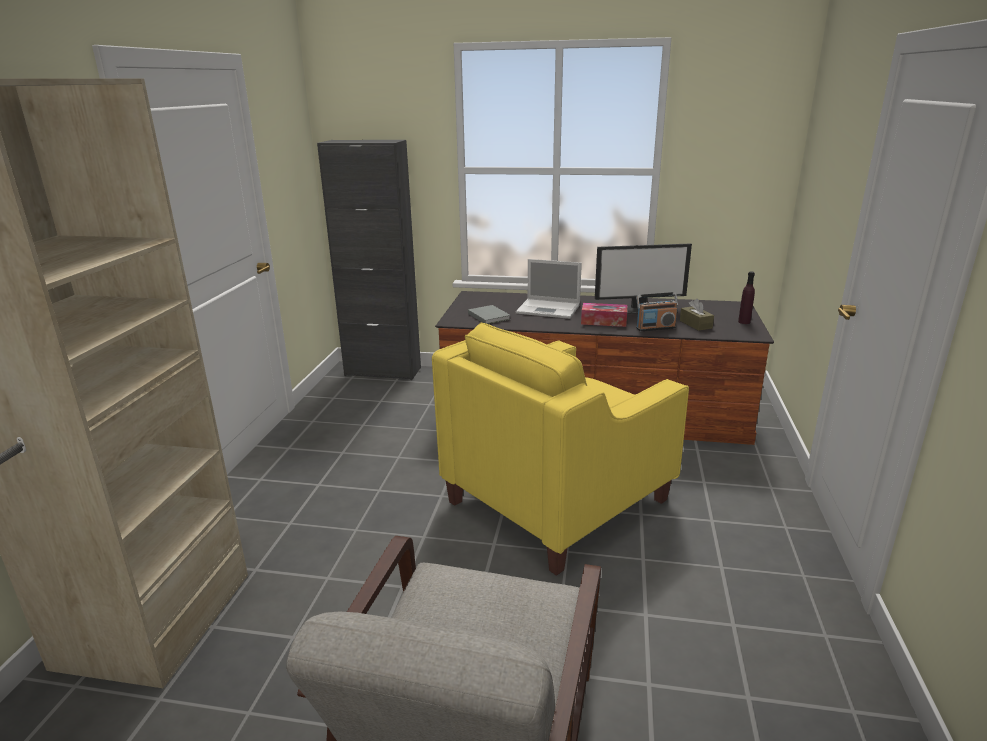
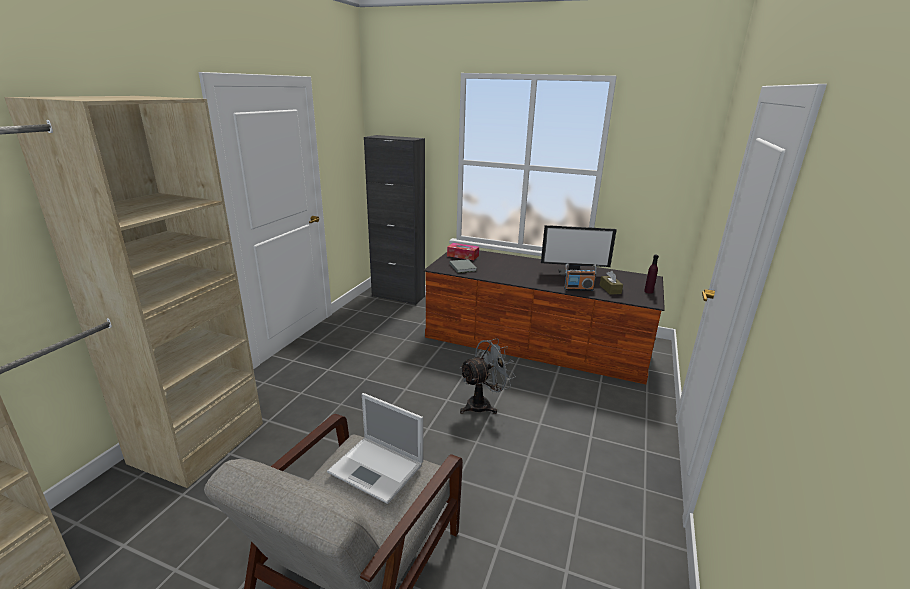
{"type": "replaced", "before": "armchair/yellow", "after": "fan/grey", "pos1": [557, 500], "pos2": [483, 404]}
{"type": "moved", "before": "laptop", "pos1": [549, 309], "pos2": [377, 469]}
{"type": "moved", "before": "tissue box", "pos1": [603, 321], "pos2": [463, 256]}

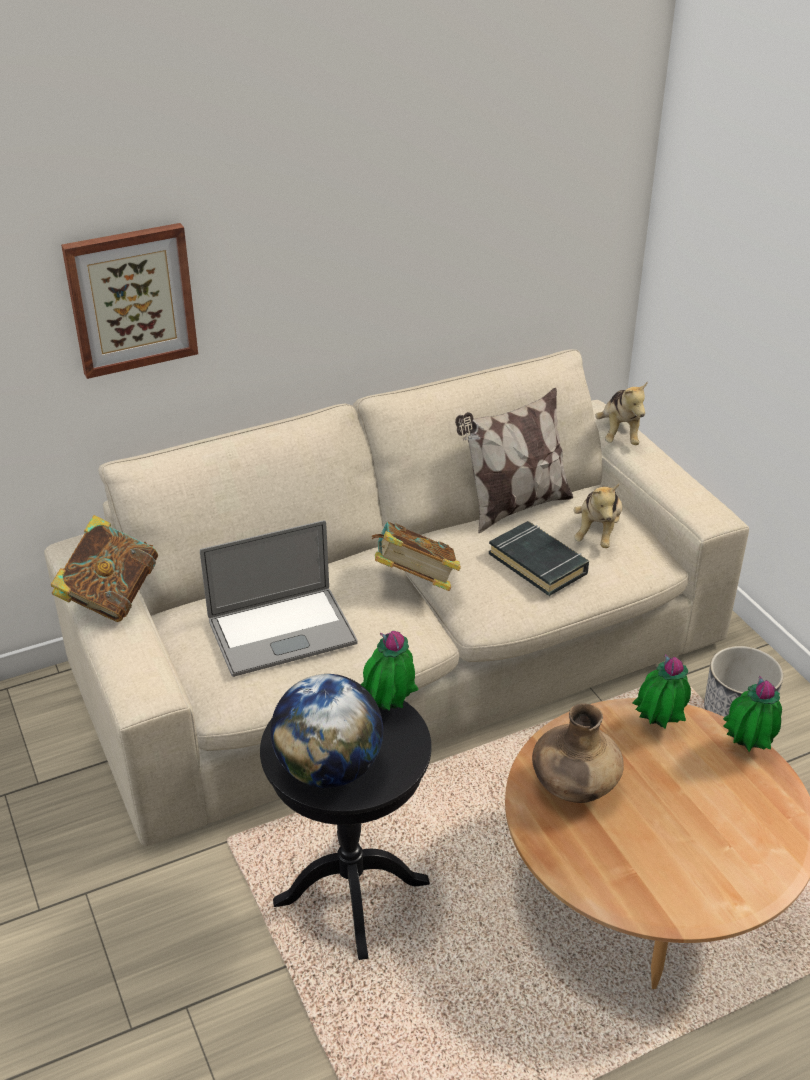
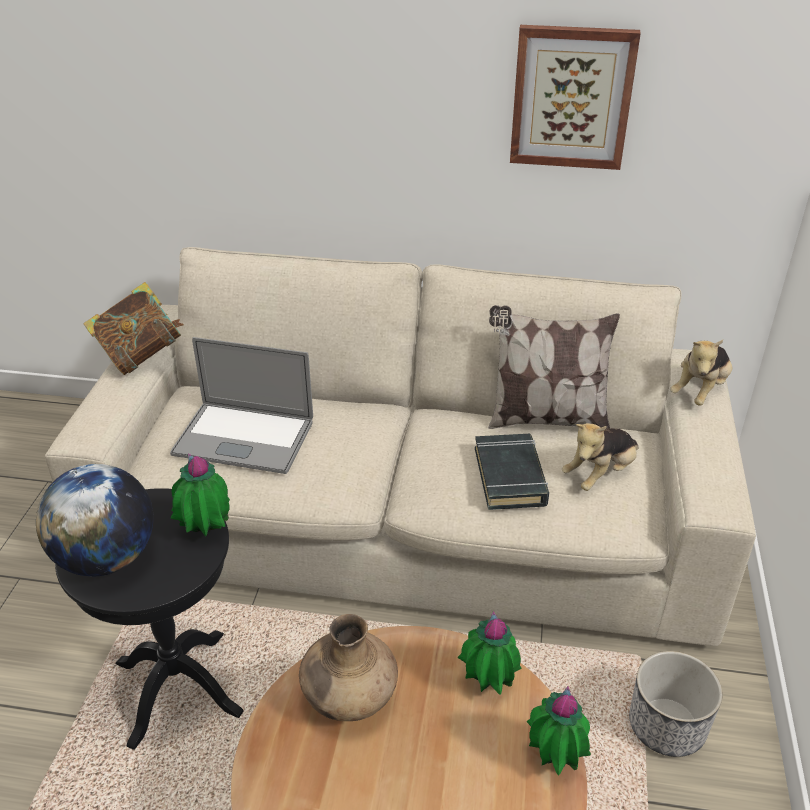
{"type": "moved", "before": "picture", "pos1": [131, 299], "pos2": [571, 97]}
{"type": "removed", "before": "book", "pos1": [415, 582]}

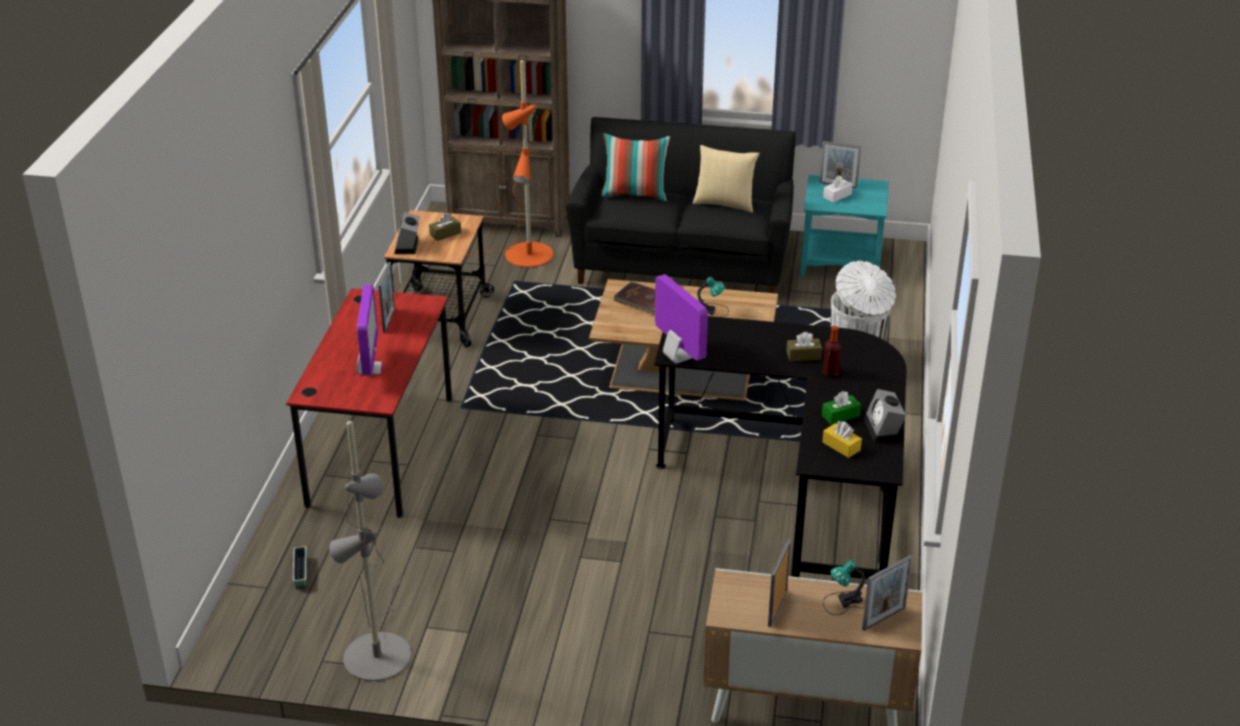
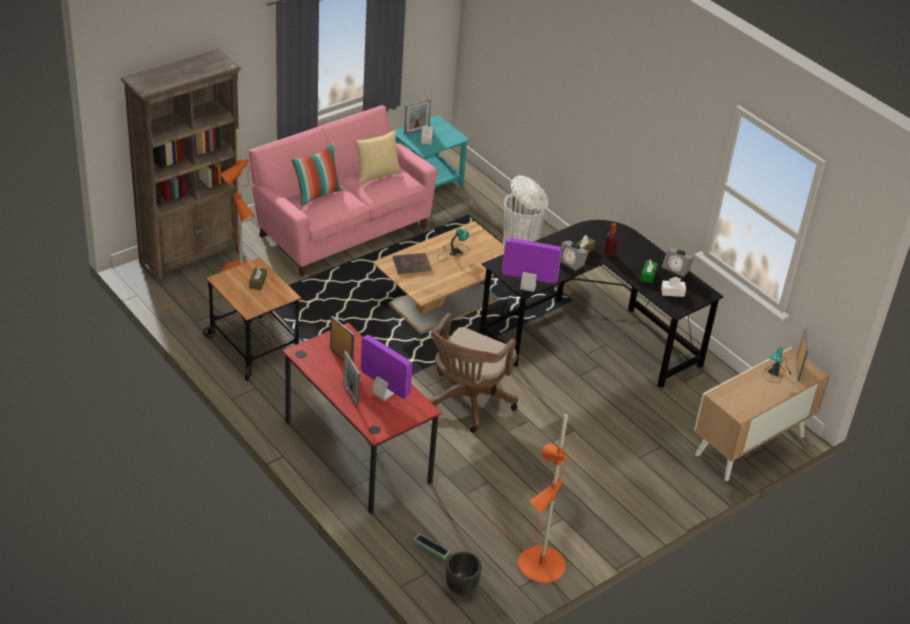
{"type": "recoloured", "before": "floor lamp/grey", "after": "floor lamp/orange", "pos1": [380, 645], "pos2": [533, 557]}
{"type": "moved", "before": "alarm clock", "pos1": [408, 246], "pos2": [571, 265]}
{"type": "recoloured", "before": "sofa/black", "after": "sofa/pink", "pos1": [682, 264], "pos2": [342, 230]}
{"type": "moved", "before": "picture frame", "pos1": [777, 608], "pos2": [350, 395]}
{"type": "recoloured", "before": "tissue box/yellow", "after": "tissue box/white", "pos1": [841, 446], "pos2": [672, 292]}
{"type": "added", "after": "office chair/brown", "pos2": [467, 403]}
{"type": "added", "after": "planter/black", "pos2": [461, 587]}

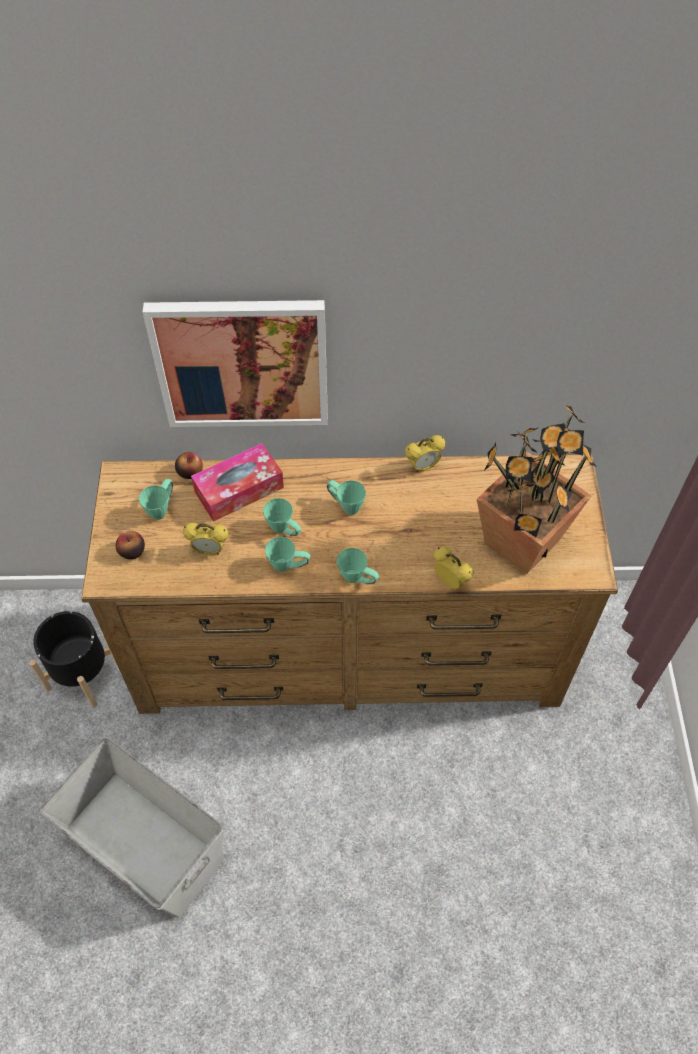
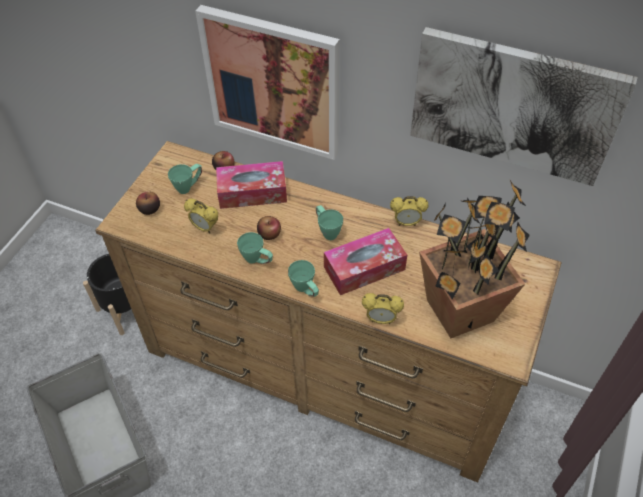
{"type": "replaced", "before": "mug/green", "after": "apple", "pos1": [284, 530], "pos2": [269, 233]}
{"type": "turned", "before": "alarm clock", "pos1": [450, 581], "pos2": [381, 320], "turn": 120}
{"type": "added", "after": "tissue box", "pos2": [364, 268]}
{"type": "added", "after": "picture", "pos2": [513, 105]}

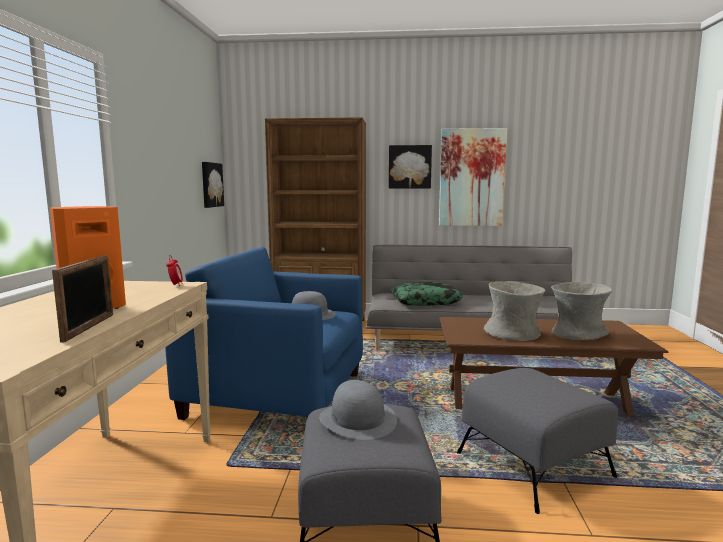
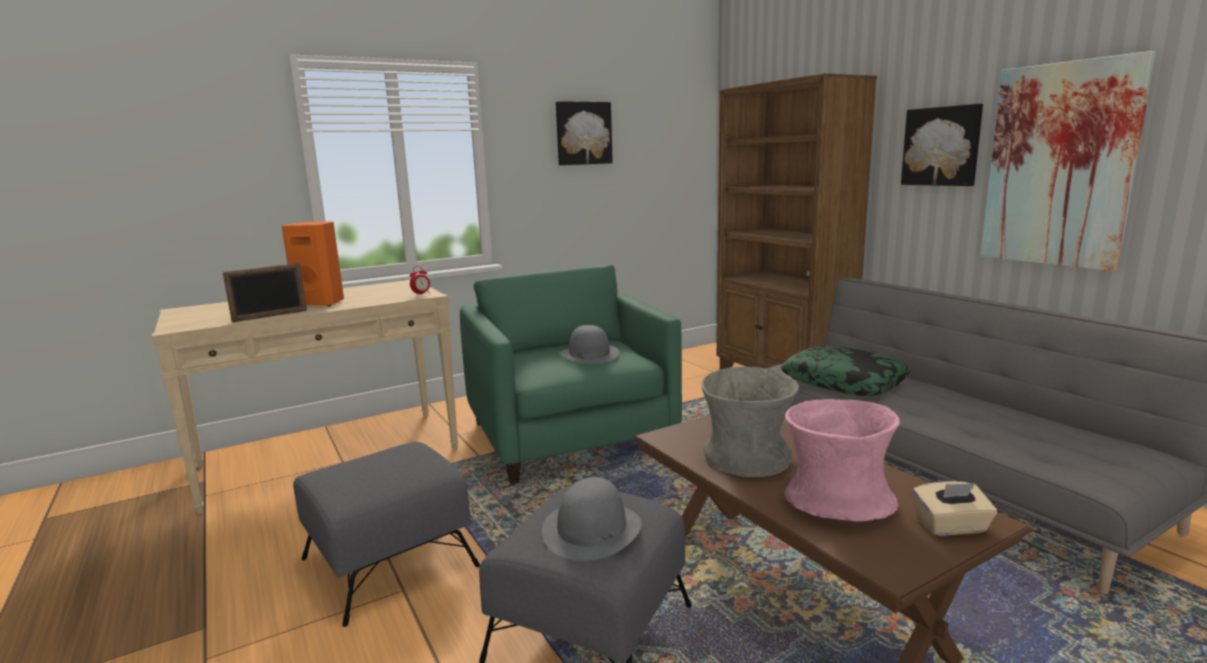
{"type": "recoloured", "before": "armchair/blue", "after": "armchair/green", "pos1": [277, 395], "pos2": [569, 436]}
{"type": "moved", "before": "picture", "pos1": [211, 185], "pos2": [583, 133]}
{"type": "moved", "before": "hat/grey", "pos1": [358, 419], "pos2": [592, 529]}
{"type": "recoloured", "before": "vase/grey", "after": "vase/pink", "pos1": [577, 334], "pos2": [837, 502]}
{"type": "added", "after": "tissue box/beige", "pos2": [951, 527]}

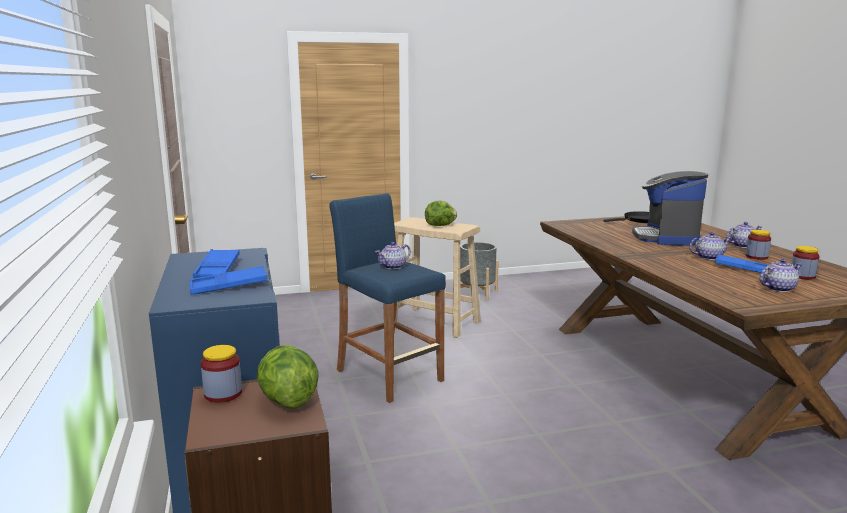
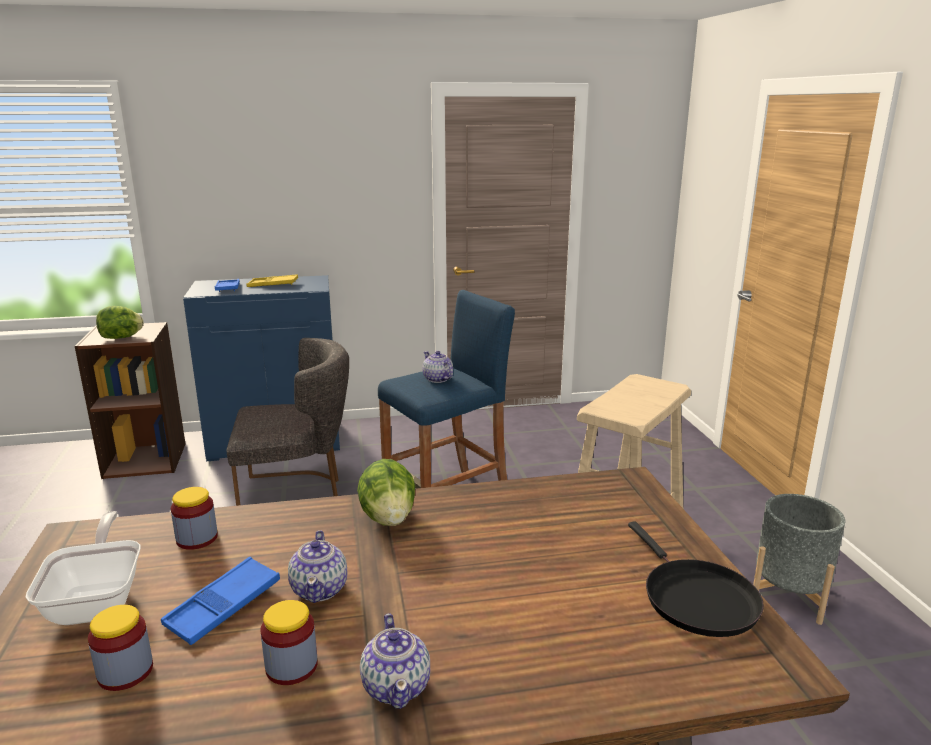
{"type": "recoloured", "before": "tray/blue", "after": "tray/yellow", "pos1": [217, 269], "pos2": [273, 285]}
{"type": "moved", "before": "jar", "pos1": [223, 394], "pos2": [197, 538]}
{"type": "moved", "before": "lettuce", "pos1": [440, 225], "pos2": [388, 518]}
{"type": "removed", "before": "coffee machine", "pos1": [666, 238]}
{"type": "replaced", "before": "teapot", "after": "frying pan", "pos1": [777, 288], "pos2": [98, 600]}
{"type": "added", "after": "chair/grey", "pos2": [297, 495]}

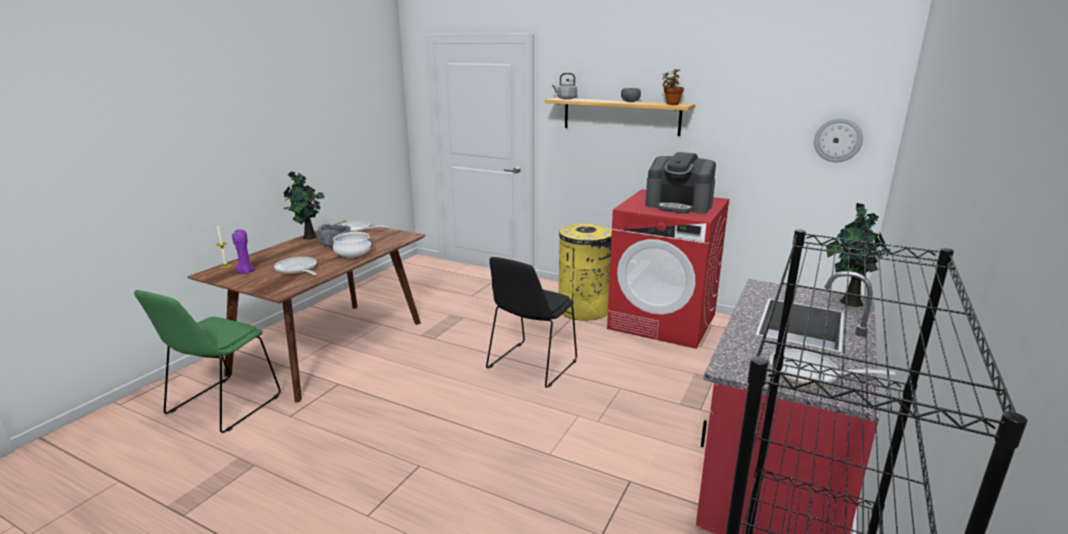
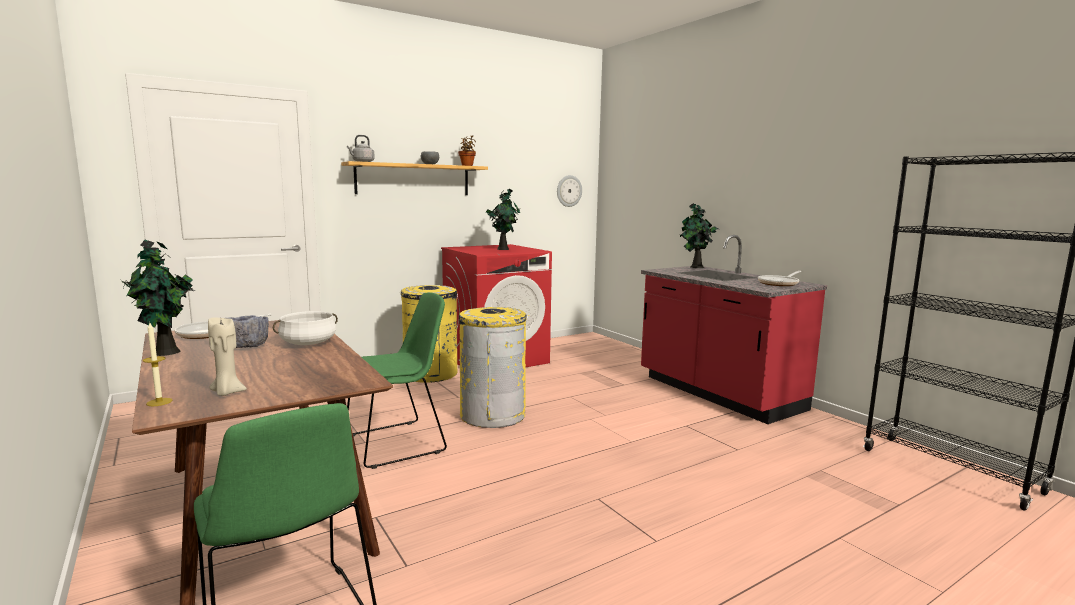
{"type": "recoloured", "before": "candle/purple", "after": "candle/beige", "pos1": [245, 272], "pos2": [227, 392]}
{"type": "removed", "before": "frying pan", "pos1": [297, 270]}
{"type": "replaced", "before": "chair/black", "after": "trash can/yellow", "pos1": [530, 366], "pos2": [493, 415]}
{"type": "replaced", "before": "coffee machine", "after": "potted plant", "pos1": [679, 205], "pos2": [503, 249]}
{"type": "added", "after": "chair/green", "pos2": [398, 443]}

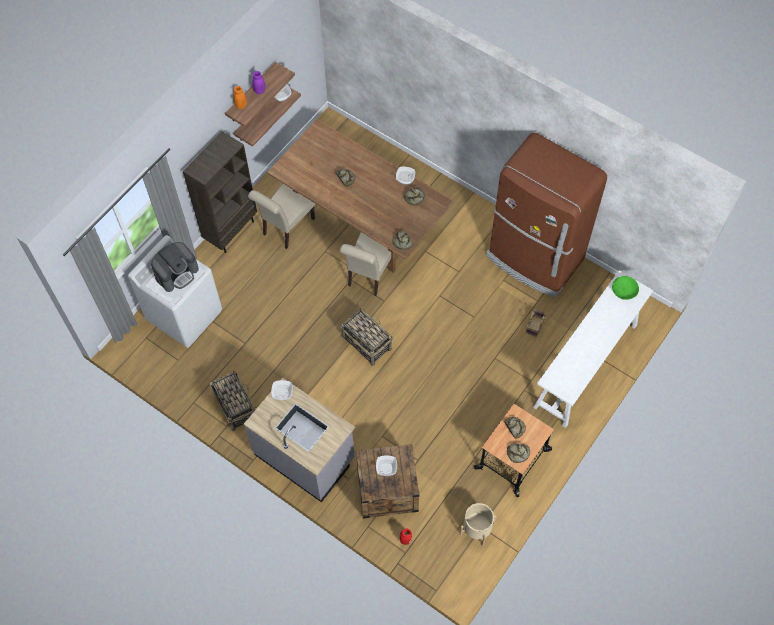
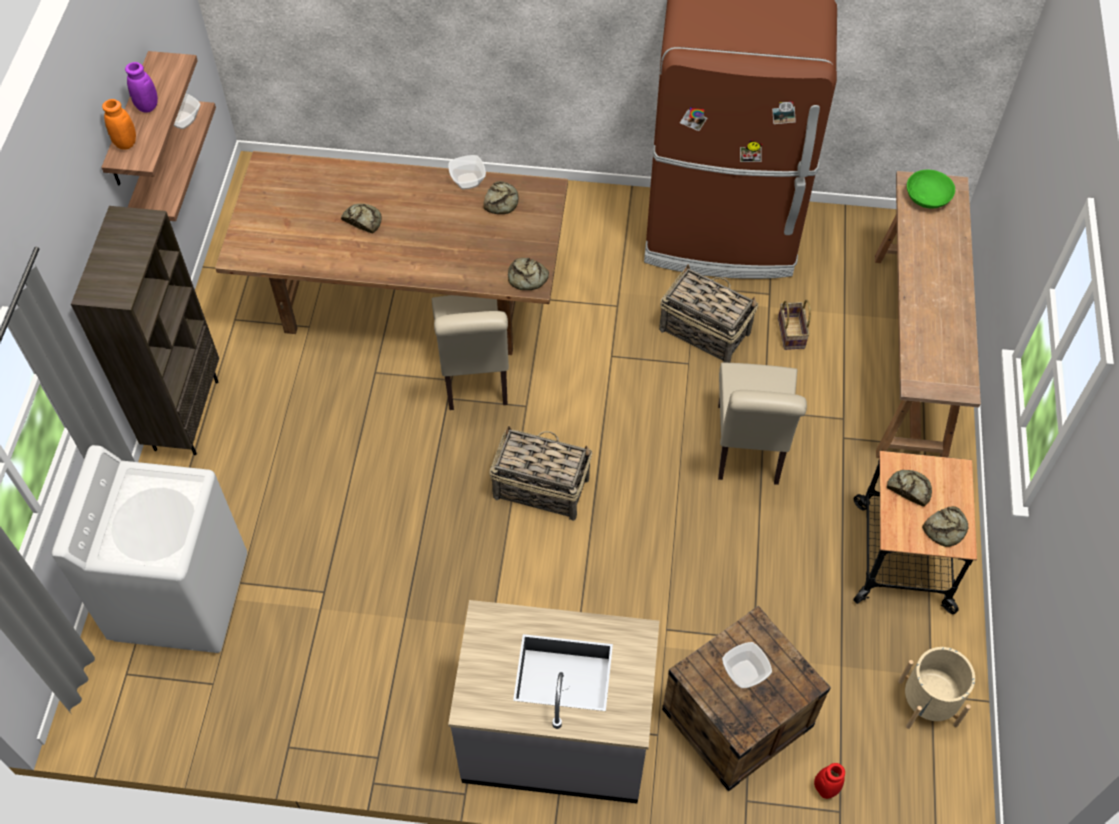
{"type": "removed", "before": "coffee machine", "pos1": [177, 273]}
{"type": "moved", "before": "basket", "pos1": [235, 406], "pos2": [704, 331]}
{"type": "moved", "before": "chair/beige", "pos1": [286, 228], "pos2": [749, 449]}
{"type": "removed", "before": "bowl", "pos1": [283, 394]}
{"type": "recoloured", "before": "console table/white", "after": "console table/brown", "pos1": [585, 366], "pos2": [908, 356]}

